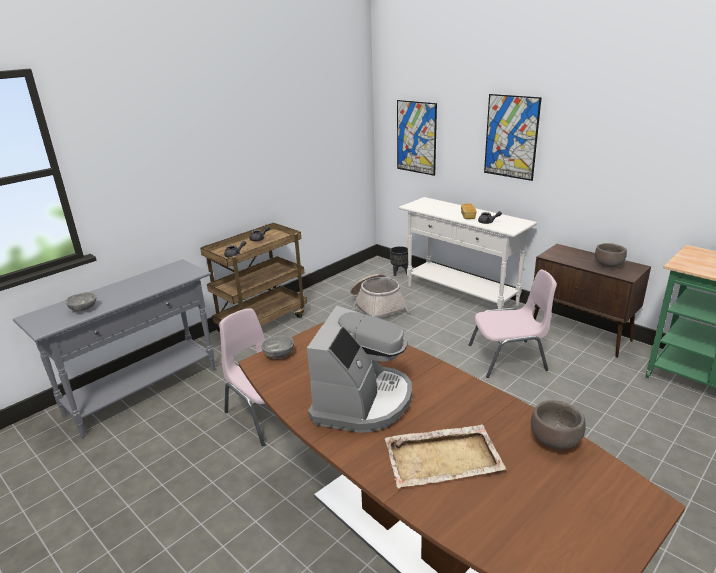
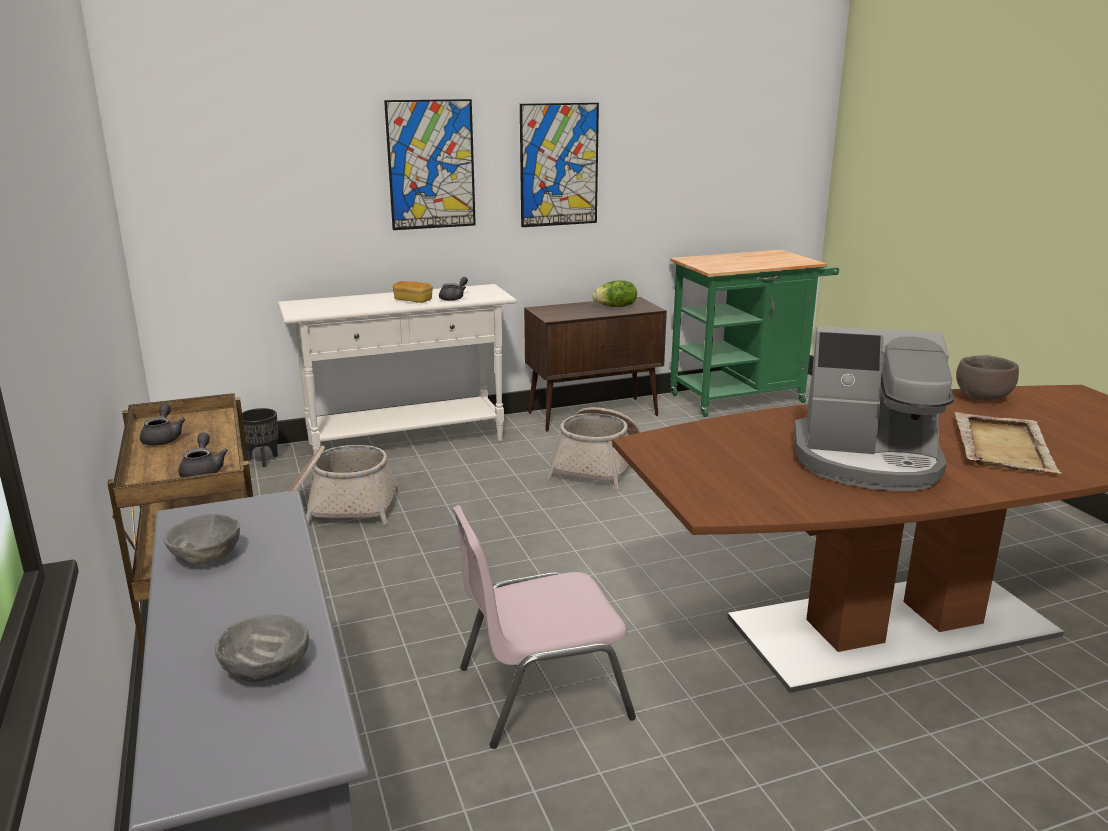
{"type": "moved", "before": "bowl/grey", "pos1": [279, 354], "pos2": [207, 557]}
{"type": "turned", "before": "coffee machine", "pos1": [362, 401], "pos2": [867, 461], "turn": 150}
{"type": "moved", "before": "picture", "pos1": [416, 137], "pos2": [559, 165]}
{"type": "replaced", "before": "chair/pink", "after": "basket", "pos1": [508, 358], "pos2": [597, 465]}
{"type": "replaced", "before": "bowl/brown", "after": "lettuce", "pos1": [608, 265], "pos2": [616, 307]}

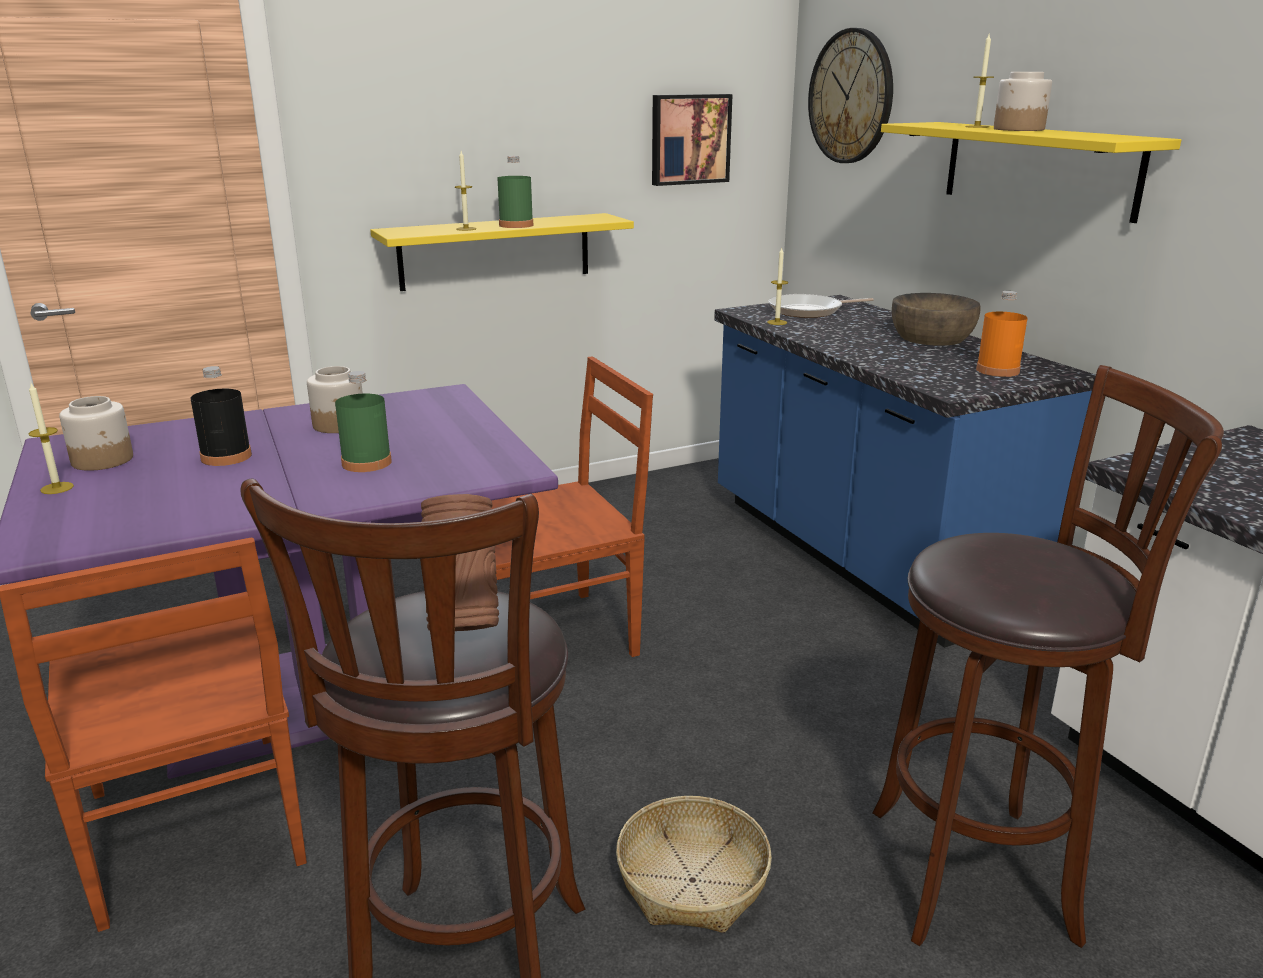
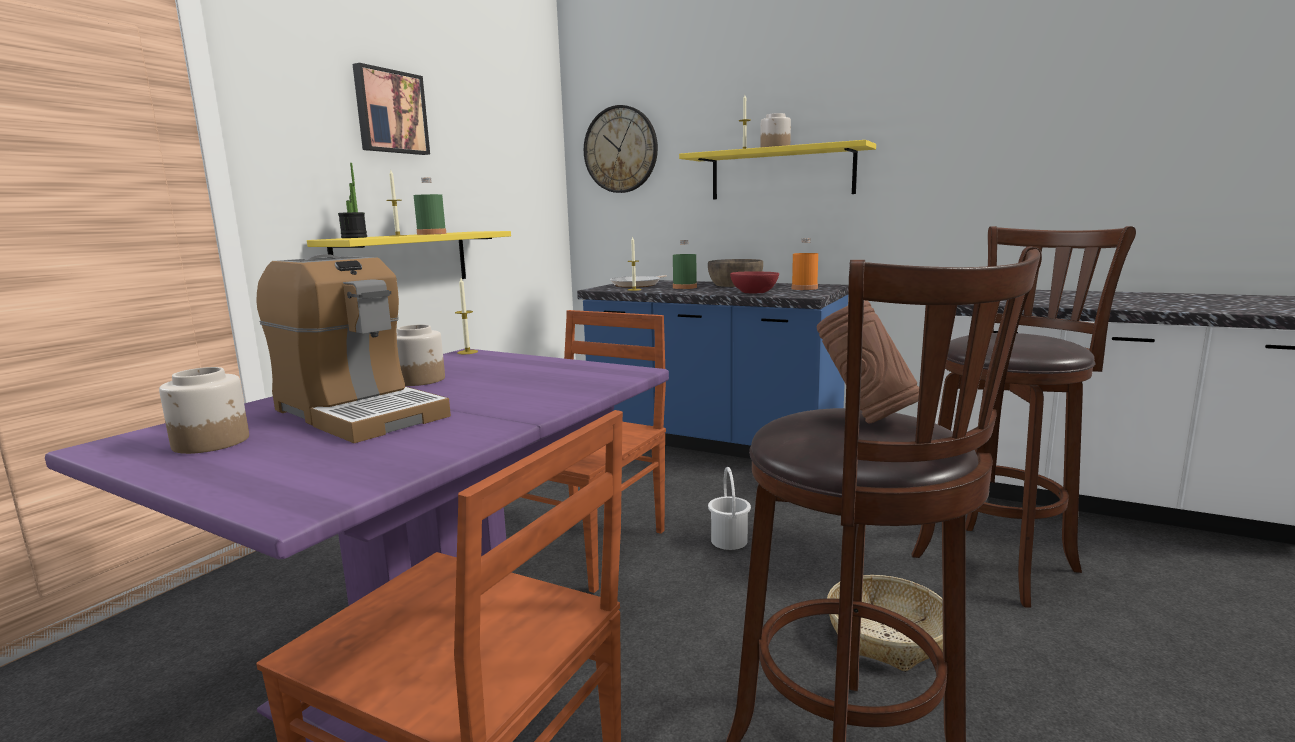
{"type": "moved", "before": "candle", "pos1": [57, 488], "pos2": [467, 352]}
{"type": "replaced", "before": "bottle/black", "after": "coffee machine", "pos1": [226, 457], "pos2": [358, 413]}
{"type": "moved", "before": "bottle/green", "pos1": [366, 463], "pos2": [684, 287]}
{"type": "moved", "before": "picture", "pos1": [689, 139], "pos2": [390, 112]}
{"type": "added", "after": "potted plant", "pos2": [354, 237]}
{"type": "added", "after": "bucket/white", "pos2": [729, 541]}
{"type": "added", "after": "bowl/red", "pos2": [754, 293]}

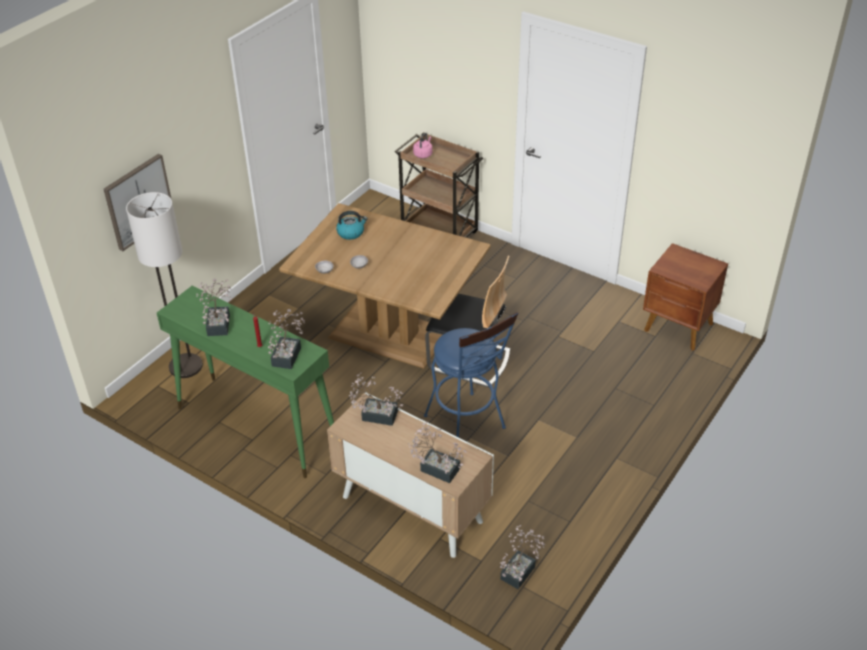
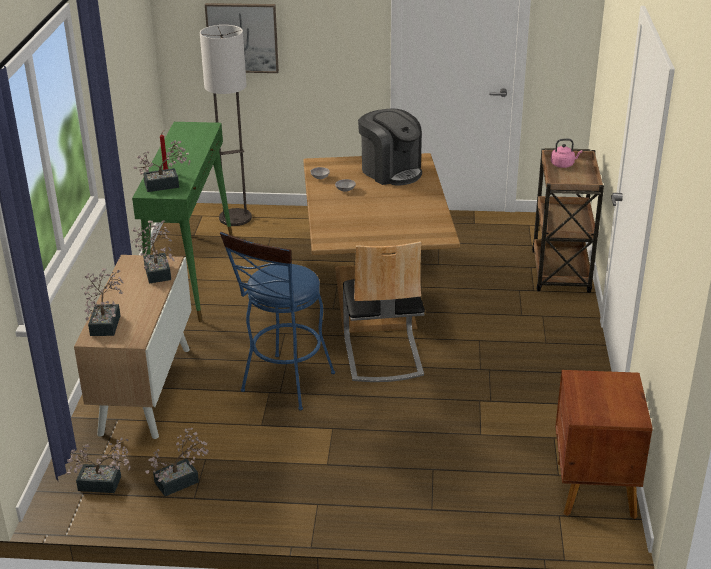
{"type": "moved", "before": "potted plant", "pos1": [219, 322], "pos2": [181, 480]}
{"type": "replaced", "before": "kettle", "after": "coffee machine", "pos1": [351, 233], "pos2": [391, 171]}

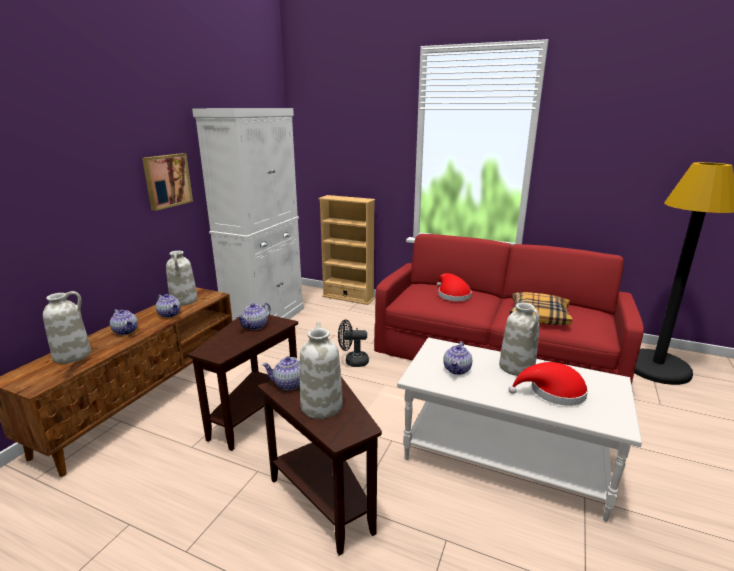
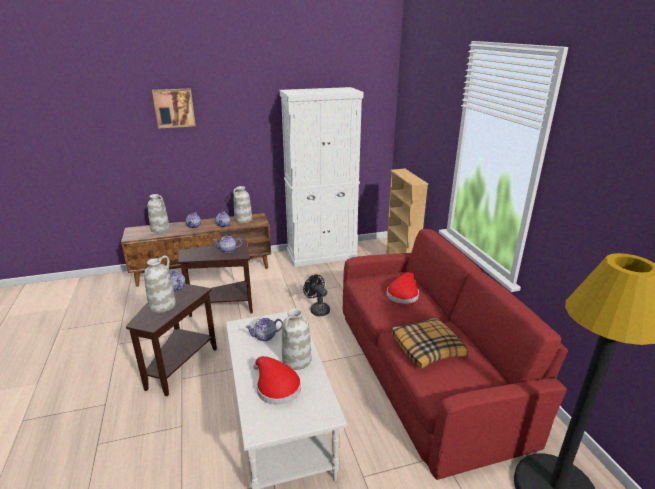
{"type": "moved", "before": "picture", "pos1": [166, 180], "pos2": [174, 108]}

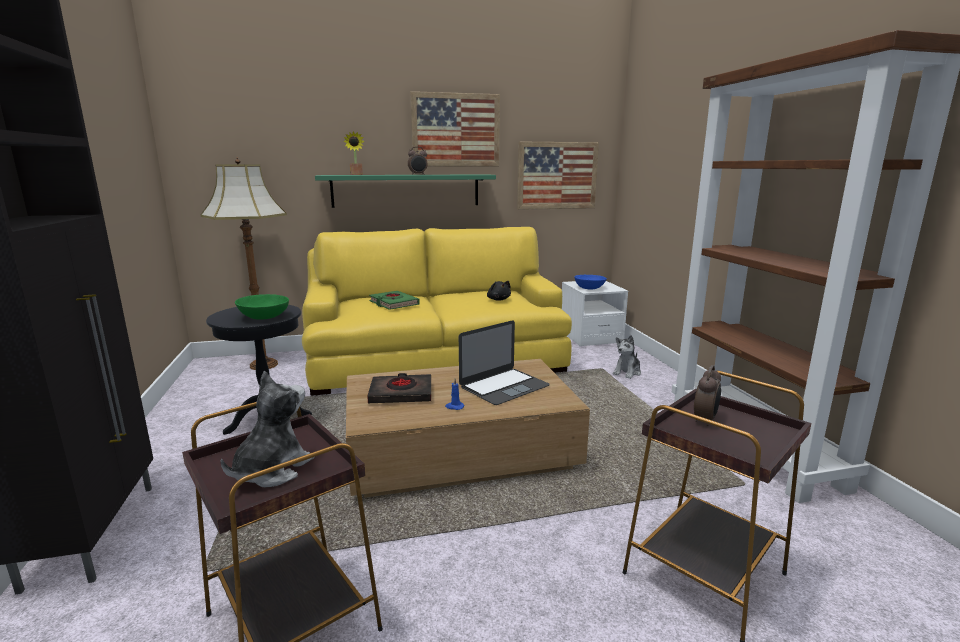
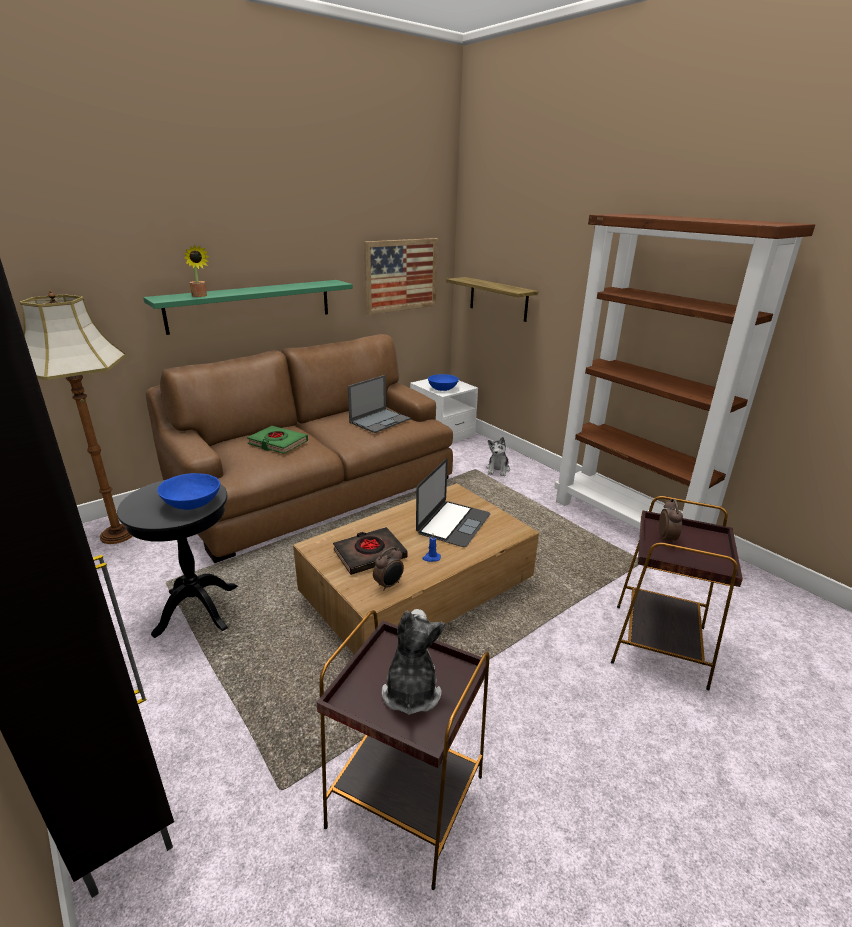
{"type": "recoloured", "before": "bowl/green", "after": "bowl/blue", "pos1": [263, 317], "pos2": [191, 504]}
{"type": "recoloured", "before": "sofa/yellow", "after": "sofa/brown", "pos1": [436, 361], "pos2": [316, 490]}
{"type": "moved", "before": "alarm clock", "pos1": [418, 174], "pos2": [389, 585]}
{"type": "removed", "before": "picture", "pos1": [455, 130]}
{"type": "replaced", "before": "plush toy/black", "after": "laptop", "pos1": [498, 299], "pos2": [380, 420]}
{"type": "added", "after": "shelf", "pos2": [498, 299]}

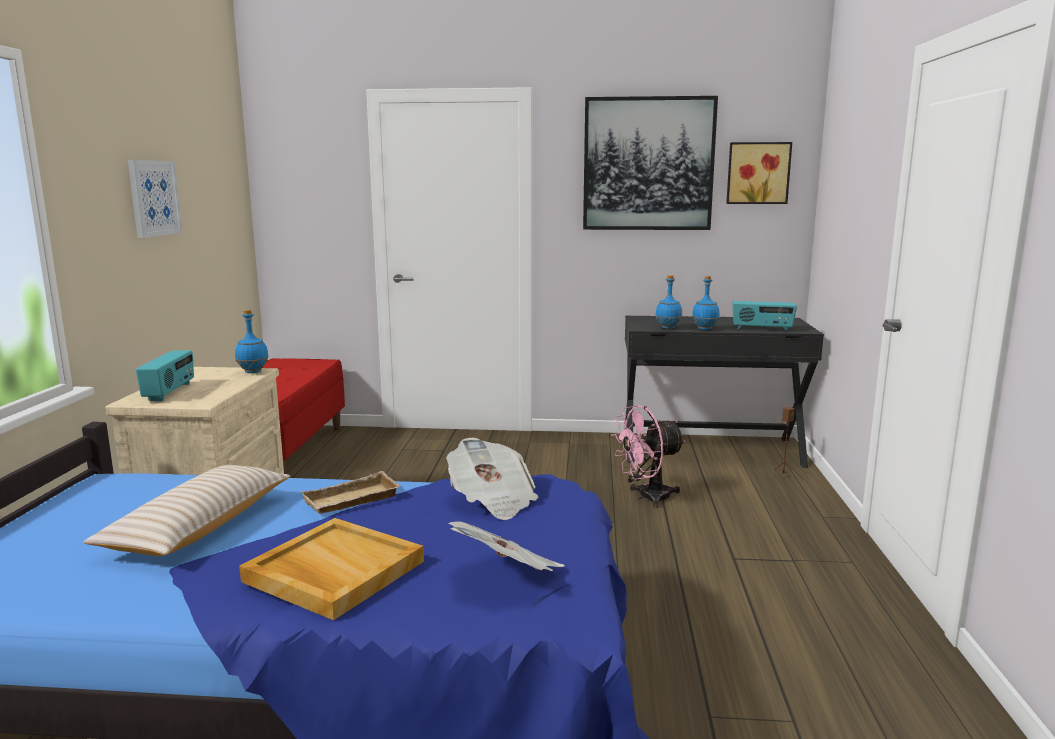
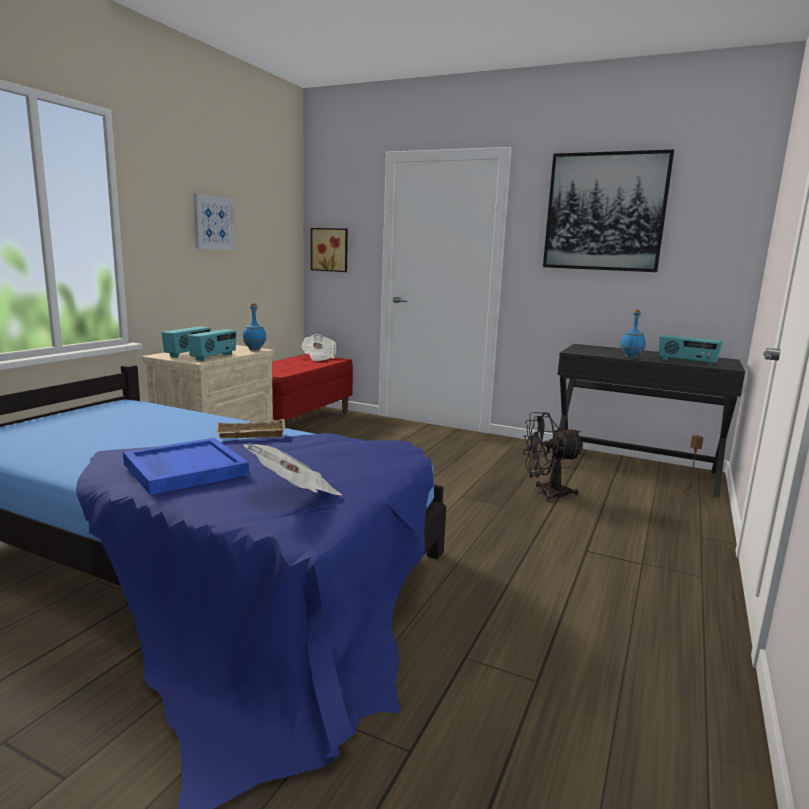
{"type": "removed", "before": "pillow/beige", "pos1": [199, 526]}
{"type": "recoloured", "before": "tray/beige", "after": "tray/blue", "pos1": [333, 571], "pos2": [184, 469]}
{"type": "moved", "before": "newspaper", "pos1": [492, 501], "pos2": [319, 358]}
{"type": "recoloured", "before": "fan/pink", "after": "fan/black", "pos1": [647, 497], "pos2": [545, 493]}
{"type": "removed", "before": "bottle/blue", "pos1": [667, 328]}
{"type": "moved", "before": "picture", "pos1": [757, 173], "pos2": [330, 250]}
{"type": "added", "after": "radio", "pos2": [214, 357]}

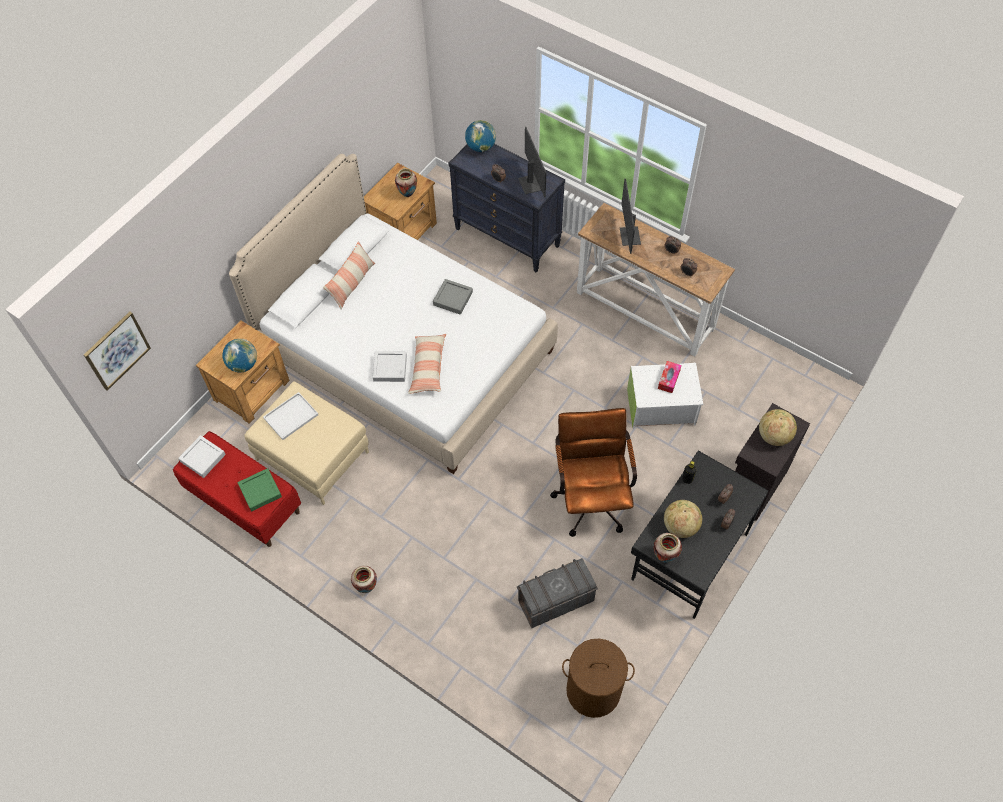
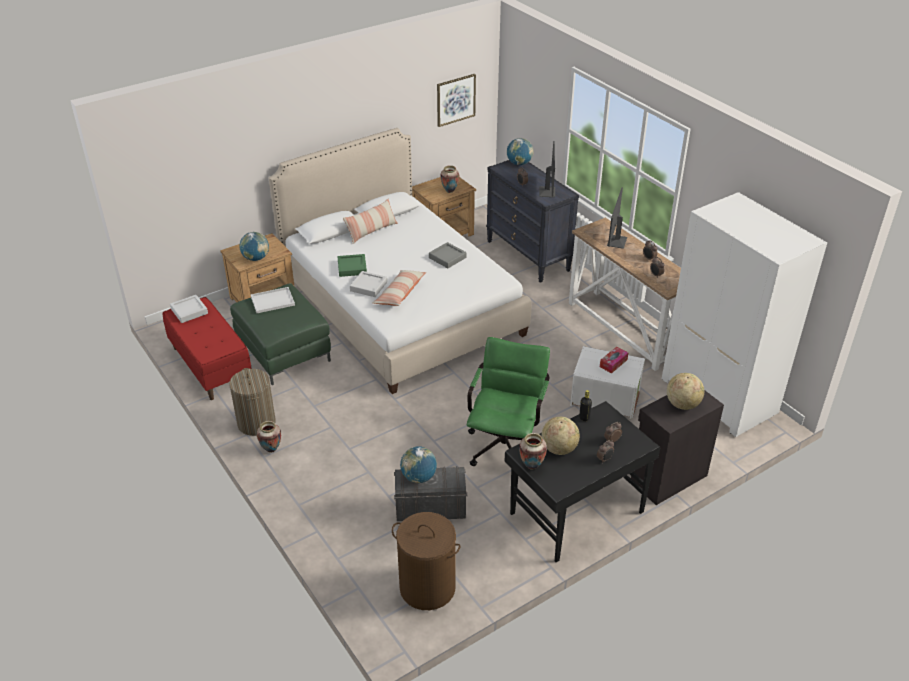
{"type": "moved", "before": "picture", "pos1": [117, 350], "pos2": [455, 99]}
{"type": "moved", "before": "tray/green", "pos1": [260, 491], "pos2": [352, 268]}
{"type": "recoloured", "before": "ottoman/beige", "after": "ottoman/green", "pos1": [312, 456], "pos2": [283, 351]}
{"type": "recoloured", "before": "office chair/brown", "after": "office chair/green", "pos1": [591, 496], "pos2": [505, 443]}
{"type": "added", "after": "laundry basket", "pos2": [256, 423]}
{"type": "added", "after": "globe", "pos2": [418, 477]}
{"type": "added", "after": "wardrobe/white", "pos2": [720, 396]}

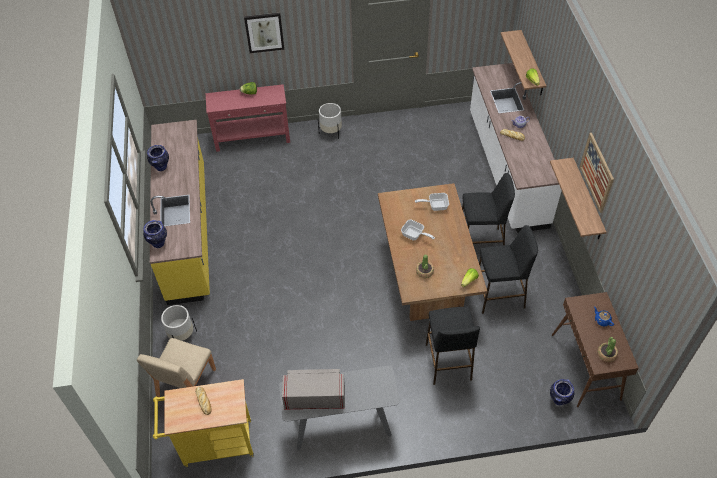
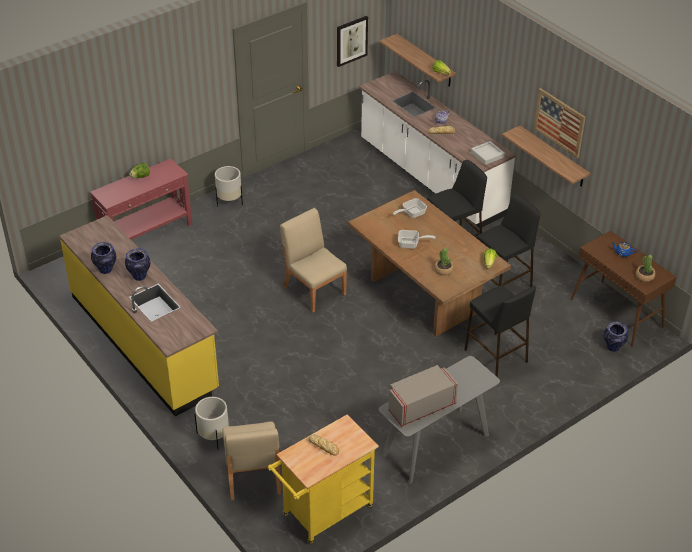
{"type": "moved", "before": "vase", "pos1": [158, 243], "pos2": [139, 276]}
{"type": "moved", "before": "picture", "pos1": [264, 32], "pos2": [351, 40]}
{"type": "added", "after": "chair/beige", "pos2": [314, 289]}
{"type": "added", "after": "tray/grey", "pos2": [487, 155]}

